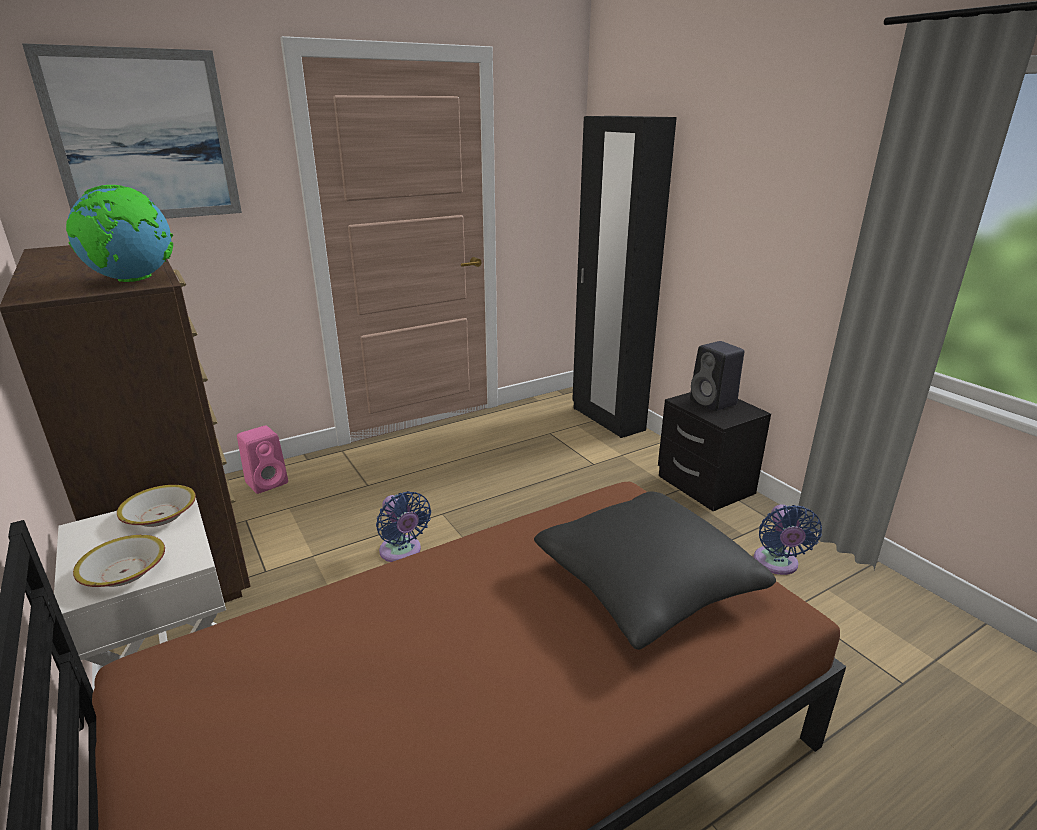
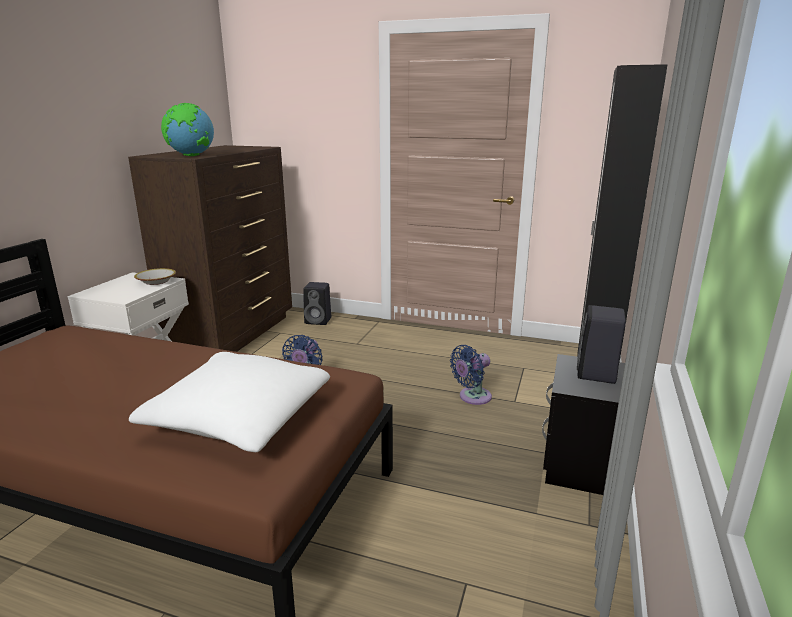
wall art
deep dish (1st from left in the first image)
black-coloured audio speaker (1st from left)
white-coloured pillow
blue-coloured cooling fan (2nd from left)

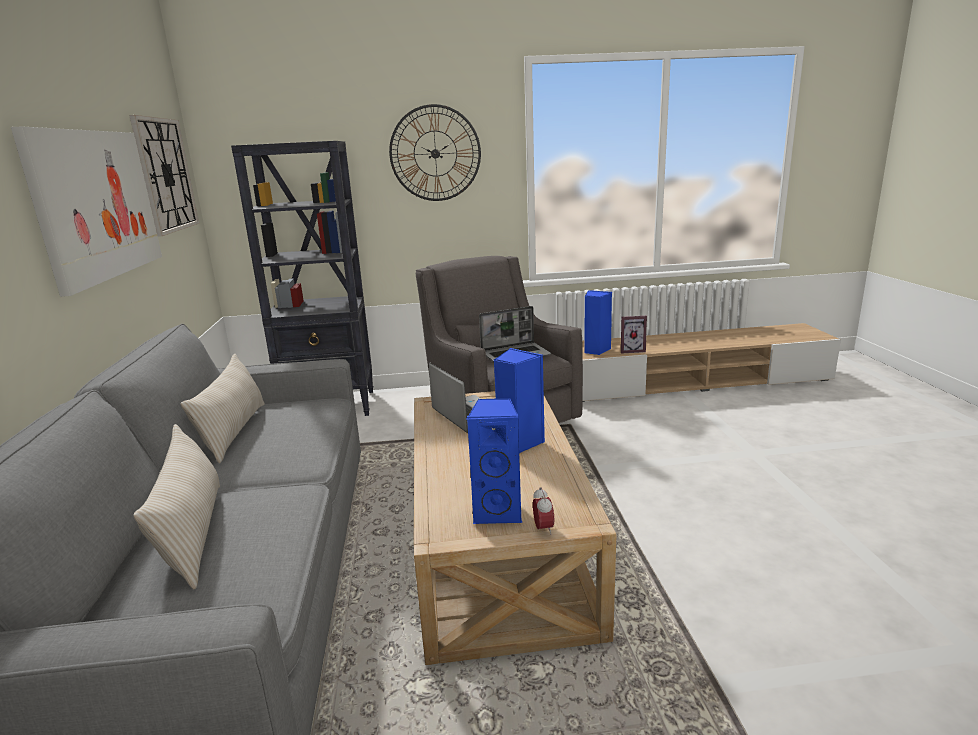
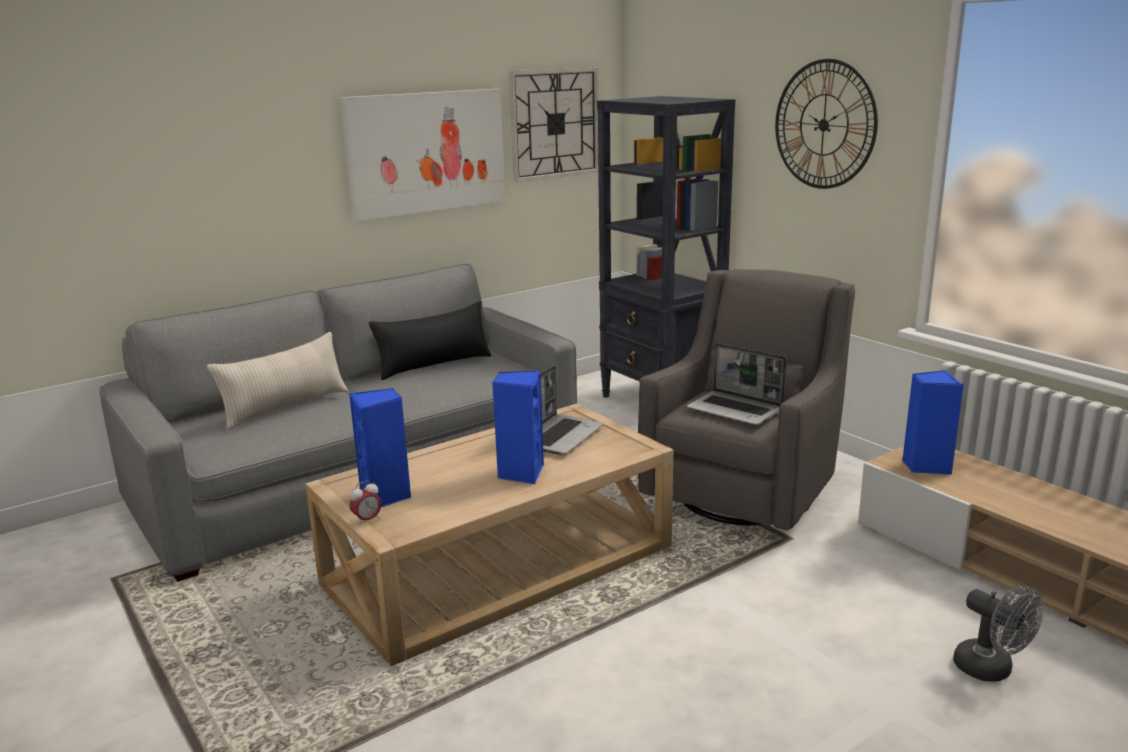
black-coloured pillow
picture frame
greyish cooling fan

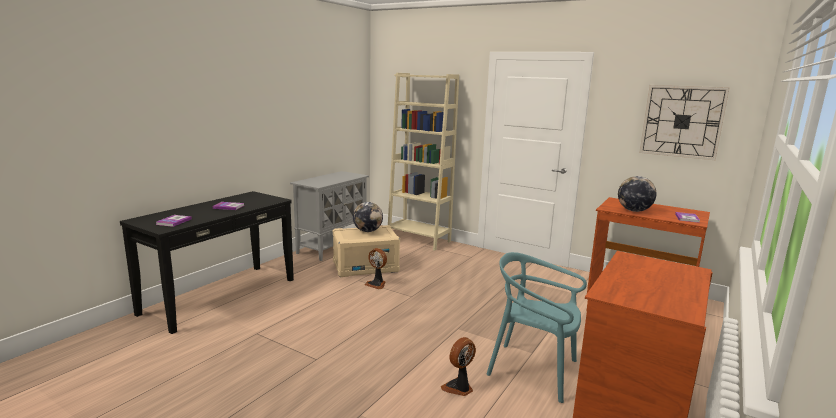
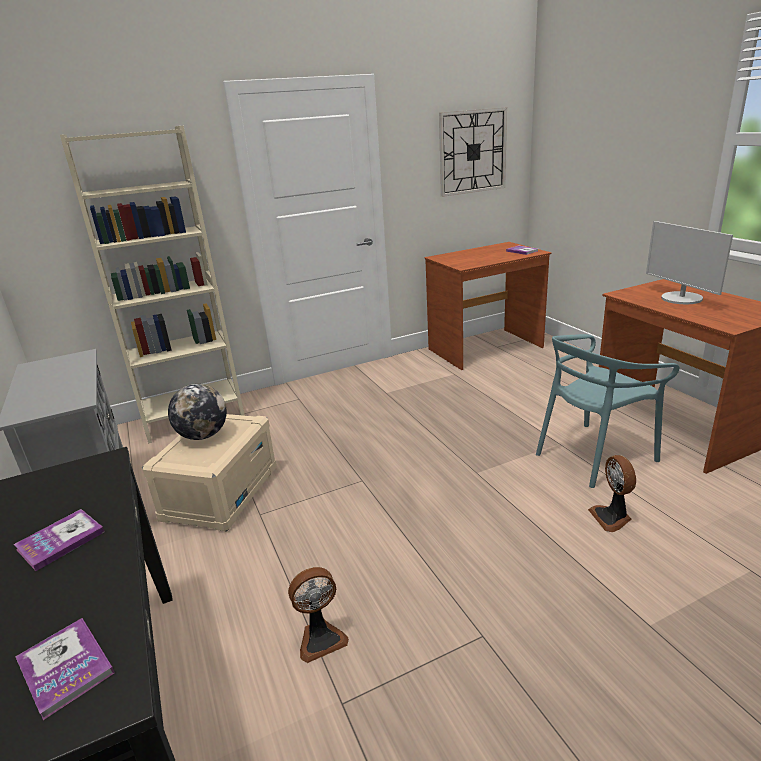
cooling fan (1st from left)
globe (2nd from left in the first image)
computer screen

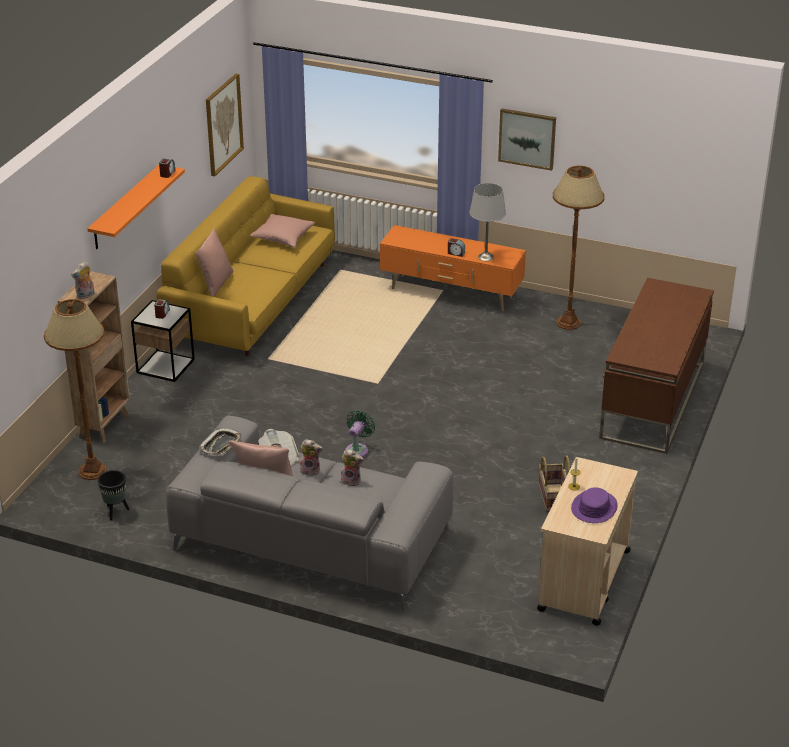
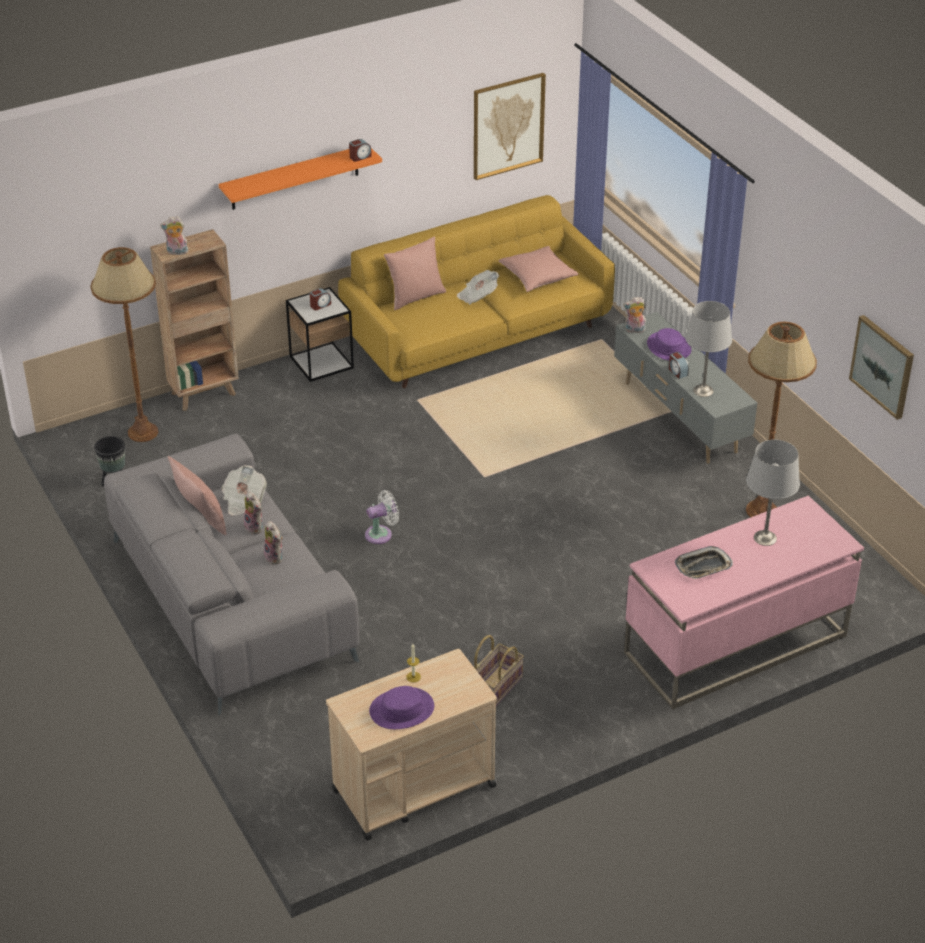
serving tray
white-coloured cooling fan
greyish media console
wall art (2nd from left)
pinkish desk unit
daily paper (2nd from left)
plush toy (4th from left)
purple clothing hat (2nd from left)
greyish table lamp (2nd from left)

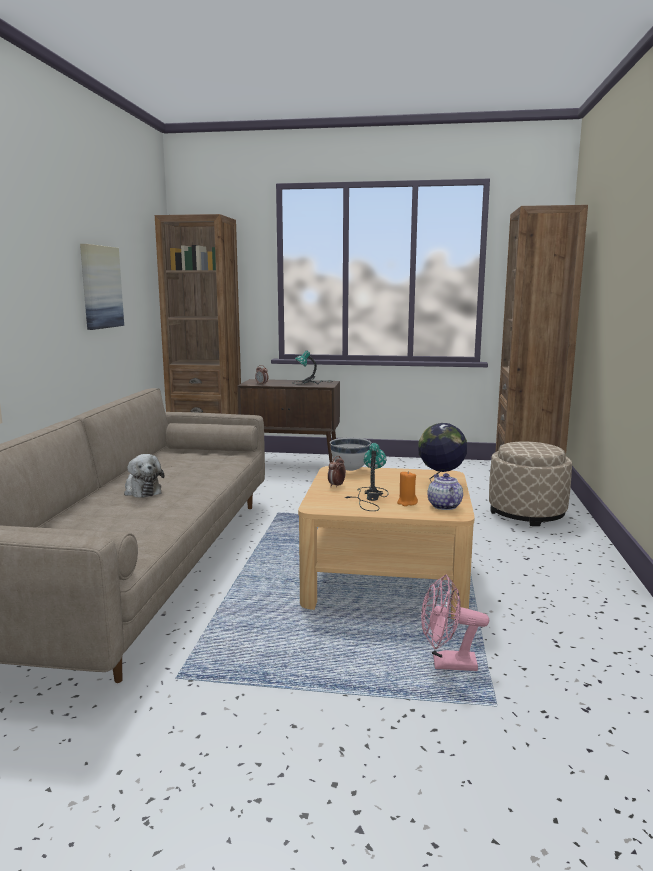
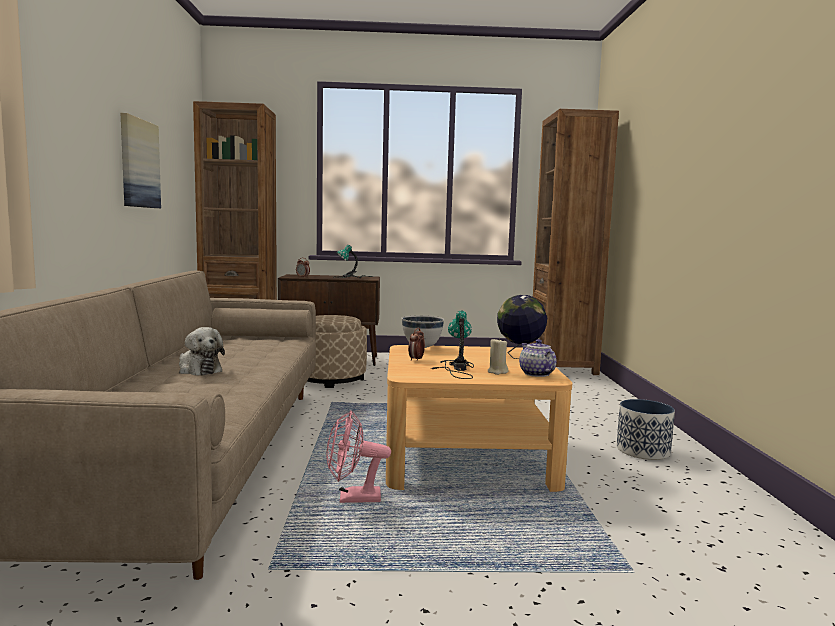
beige-coloured wax candle
pinkish cooling fan
beige-coloured footrest
flower pot

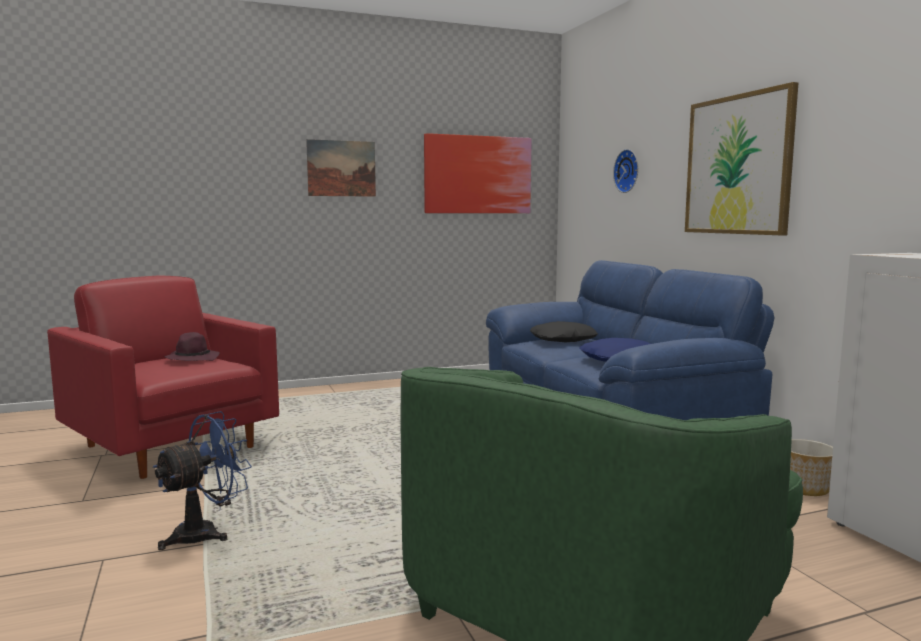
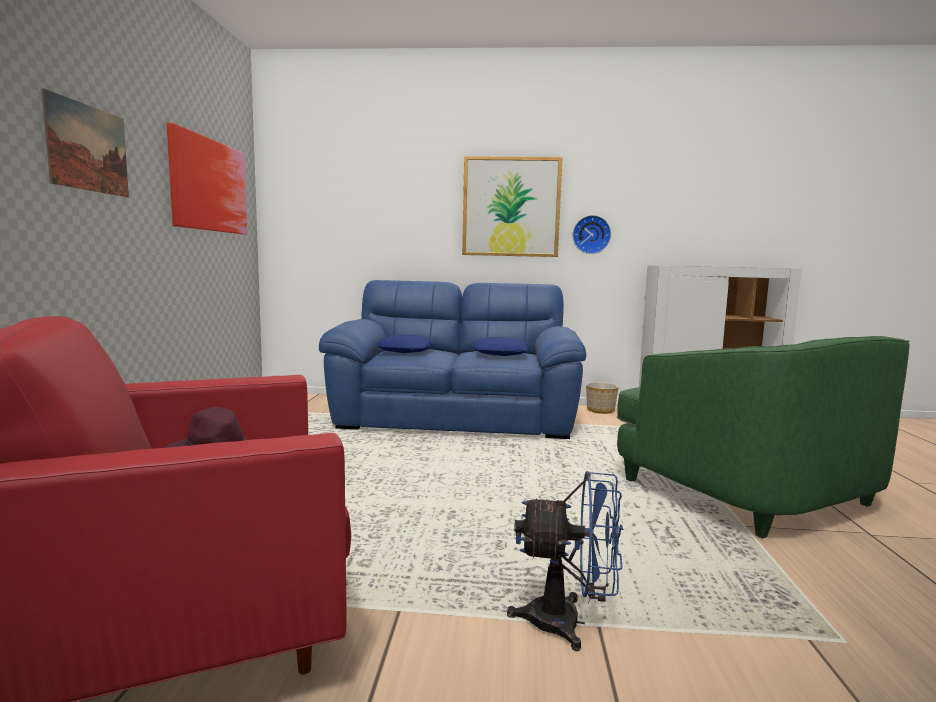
blue-coloured cooling fan
blue-coloured pillow (1st from left)
hanging clock

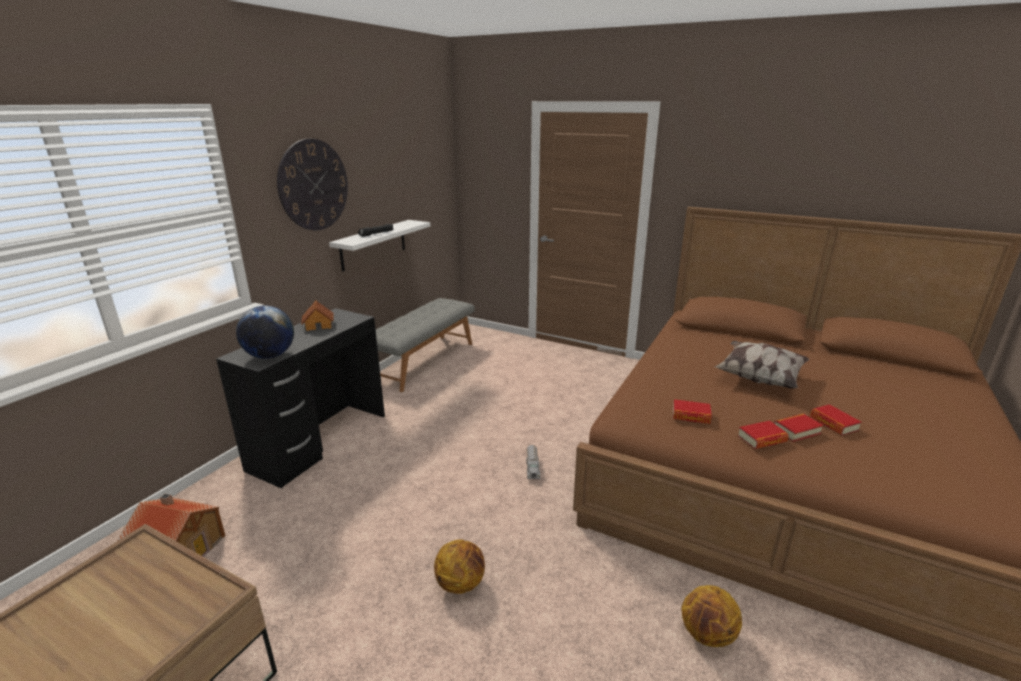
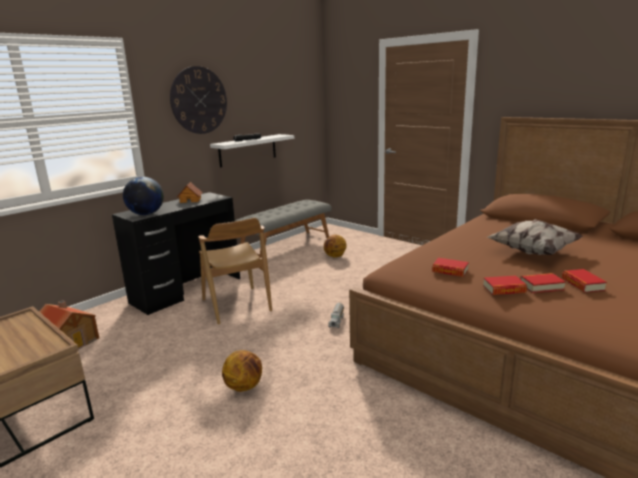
basketball (2nd from left)
brown-coloured plain chair

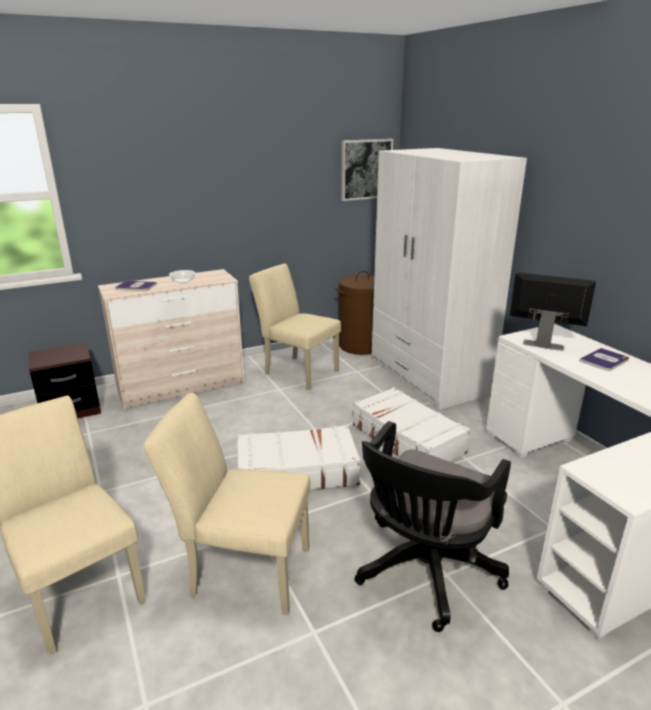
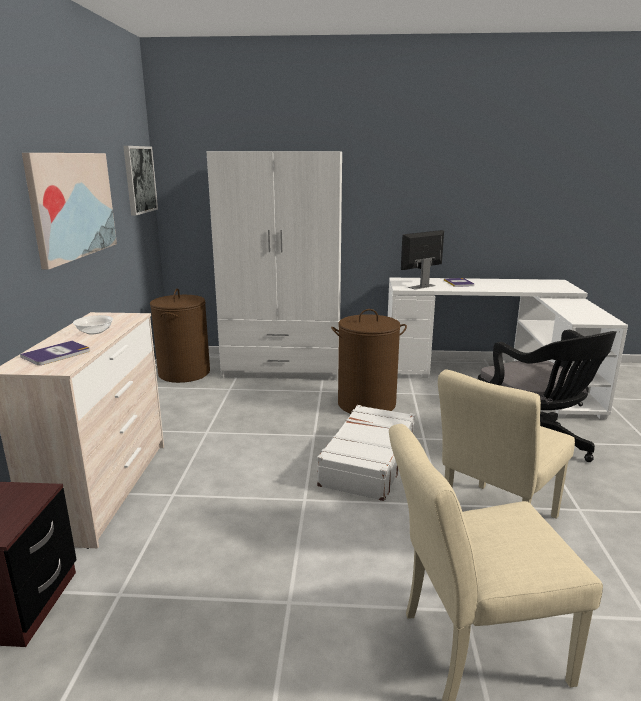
beige-coloured plain chair (3rd from left in the first image)
brown-coloured laundry basket (2nd from left)
wall art (1st from left)

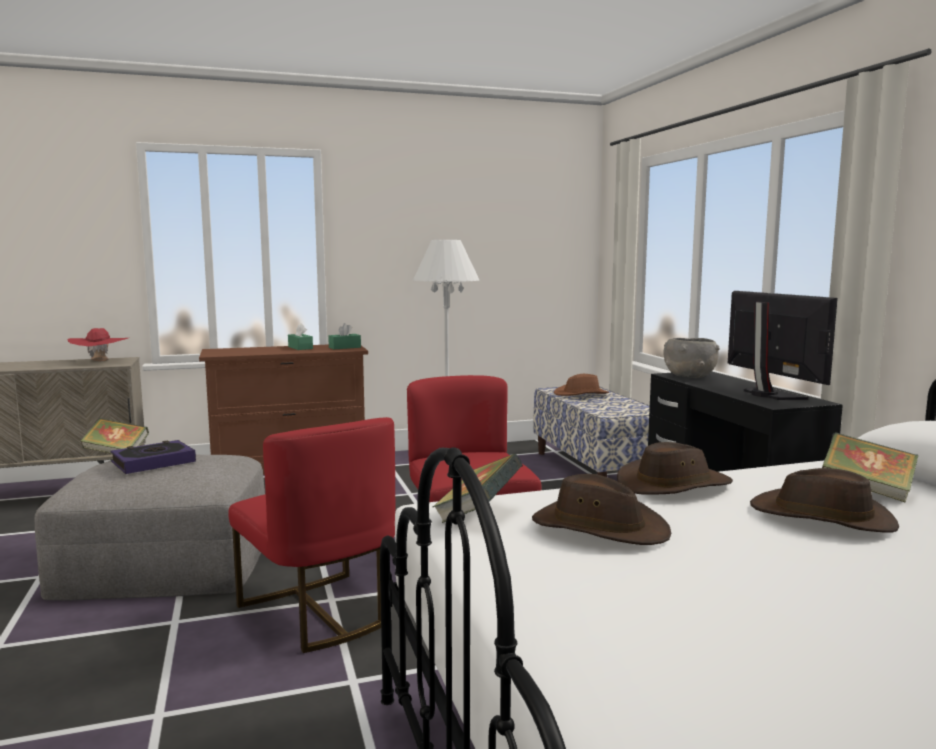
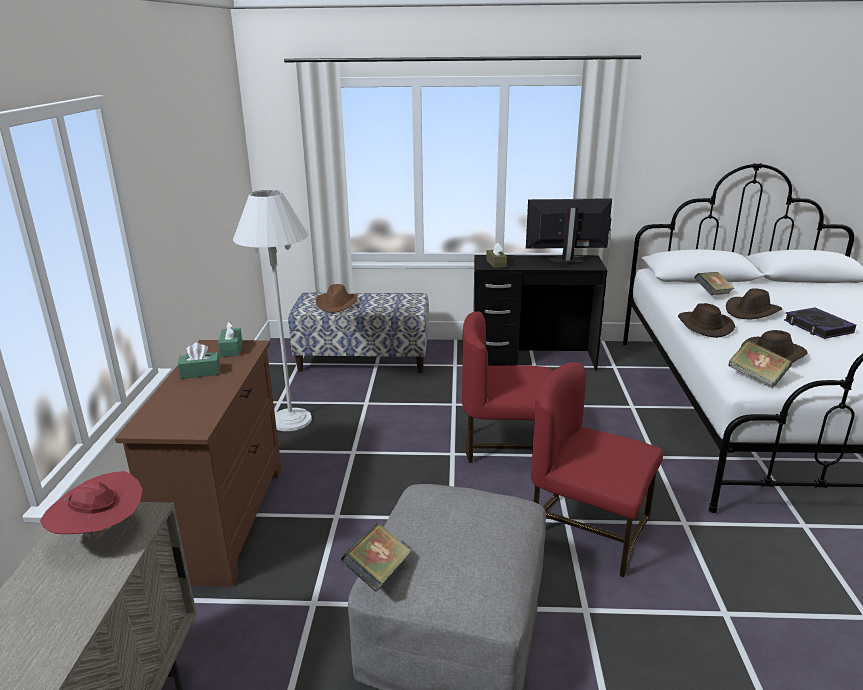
bound book (4th from left)
red-coloured plain chair (2nd from left)
brown-coloured box of tissues

